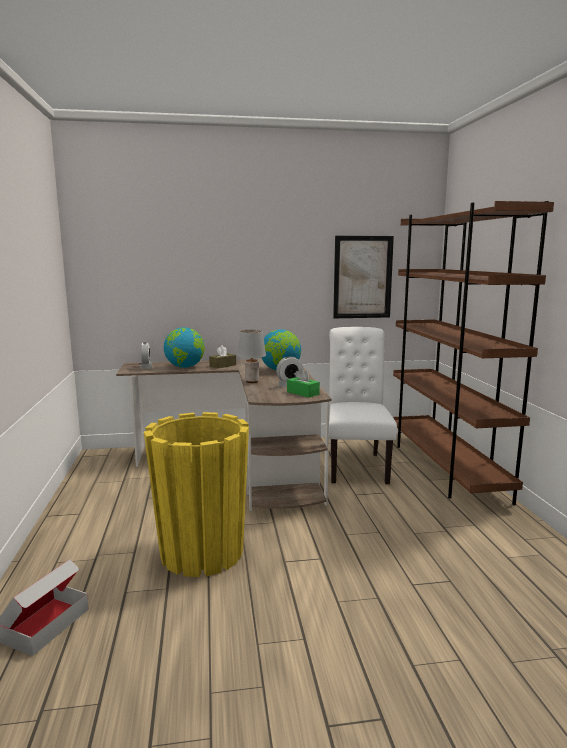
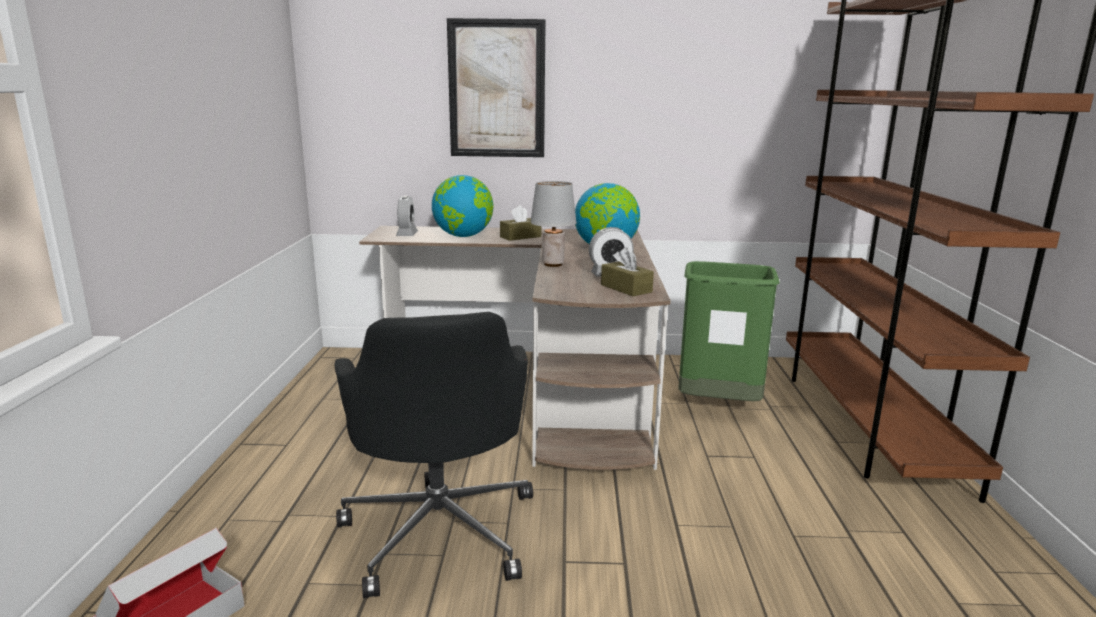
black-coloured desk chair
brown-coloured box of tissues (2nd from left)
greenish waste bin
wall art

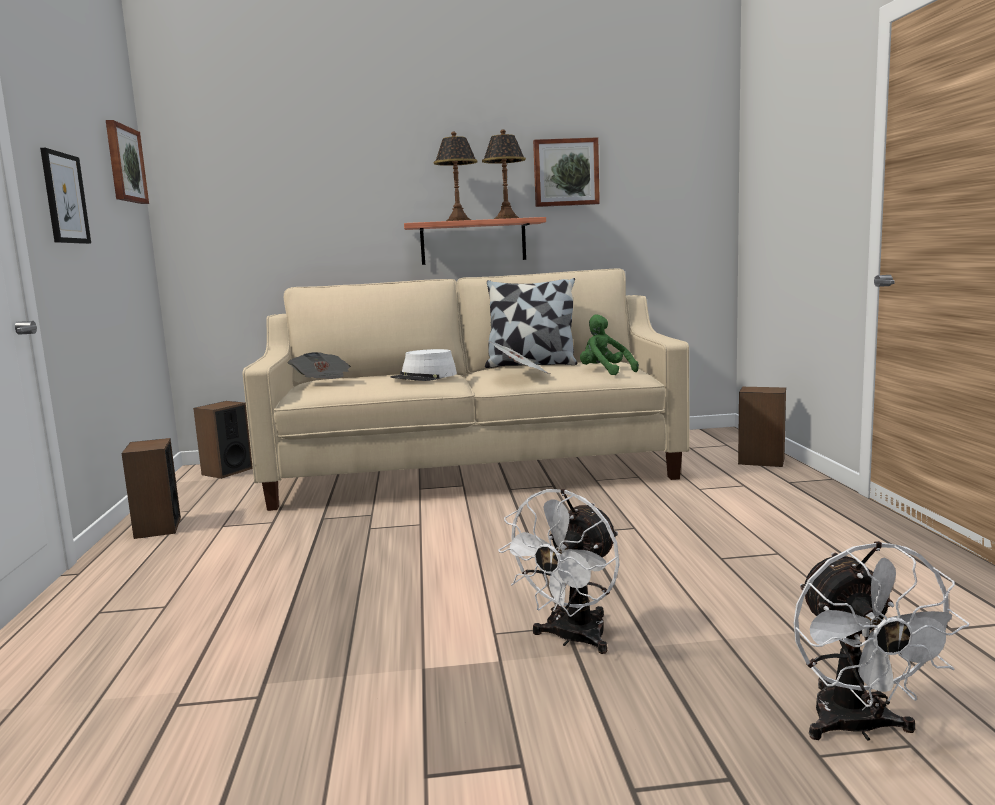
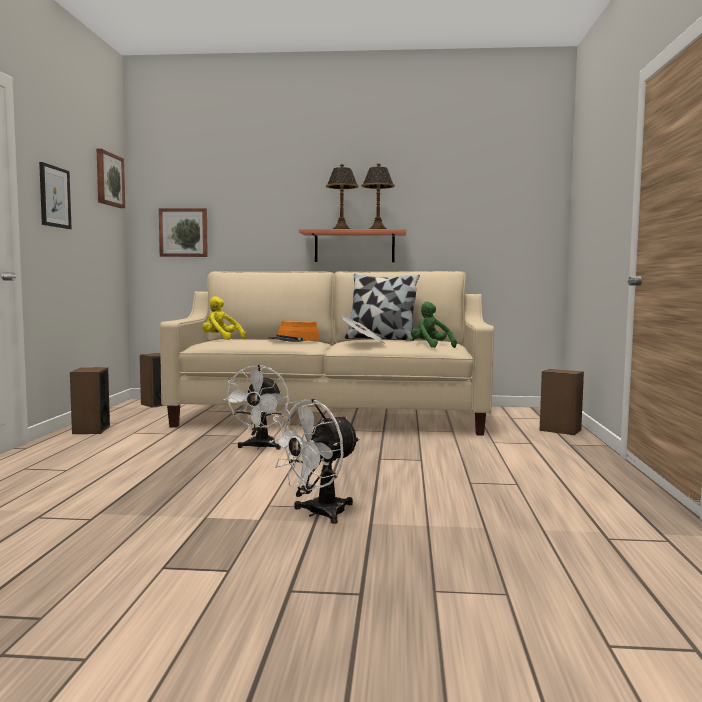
yellow-coloured plush toy
orange-coloured clothing hat
wall art (3rd from left)
white-coloured cooling fan (1st from left)

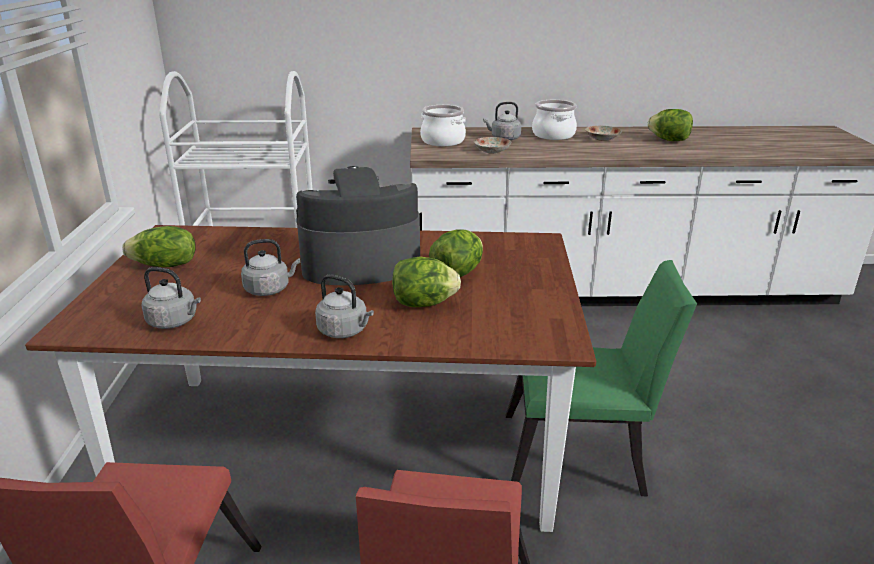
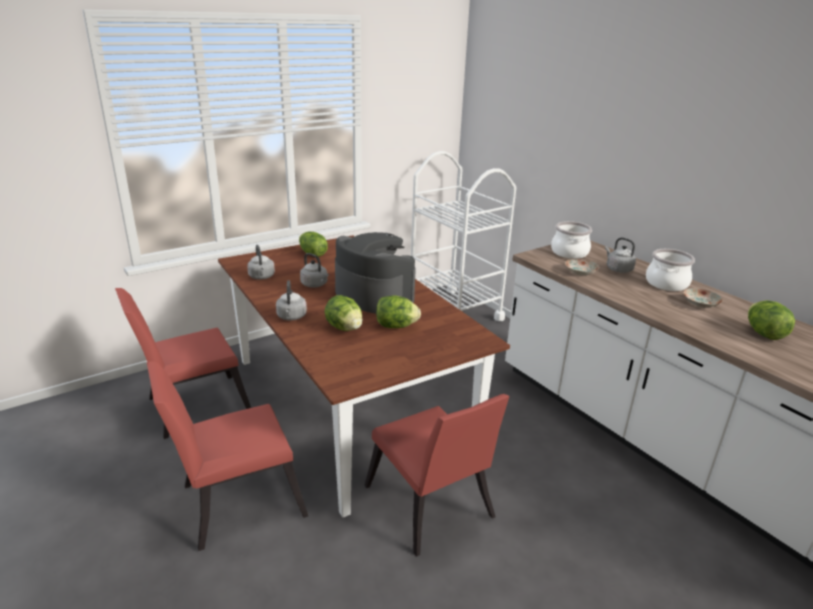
red-coloured plain chair (3rd from left)

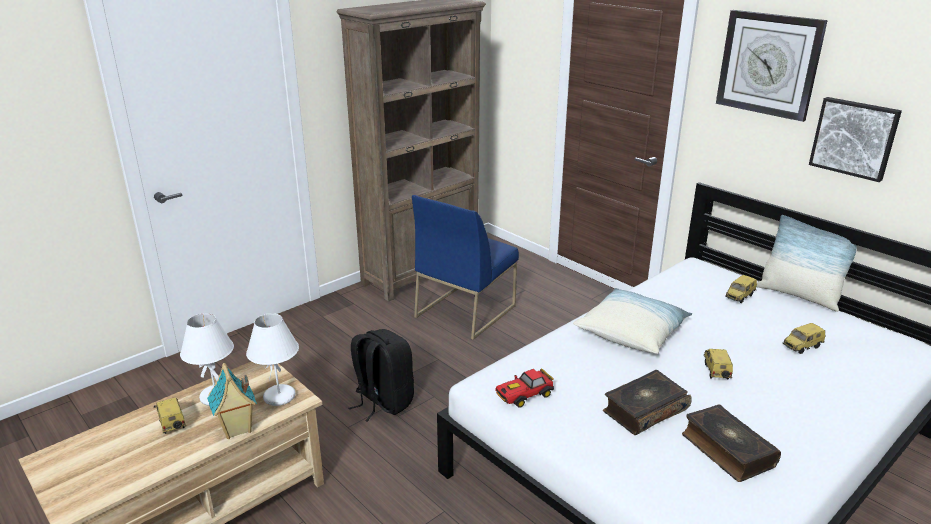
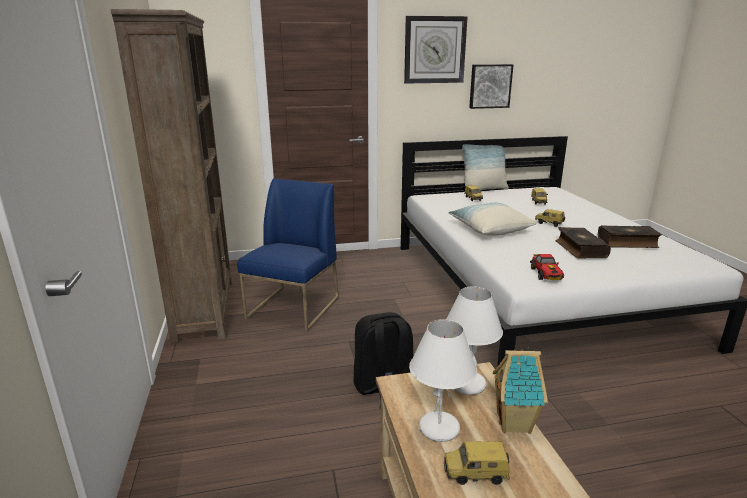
blue-coloured plain chair

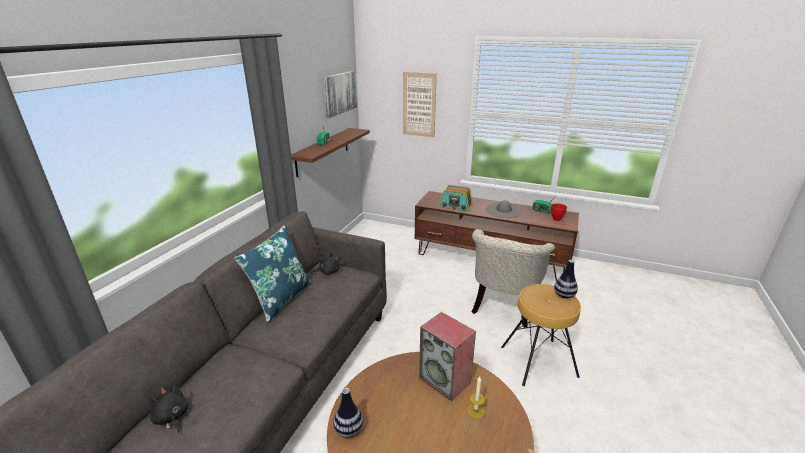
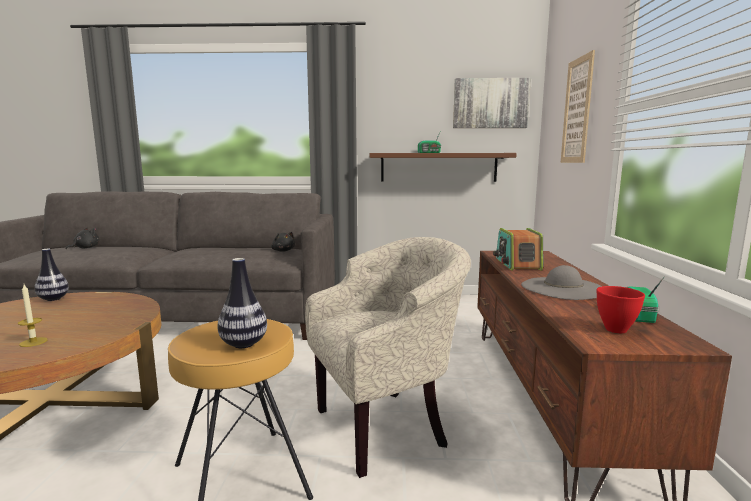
blue-coloured pillow
audio speaker
beige-coloured lounge chair

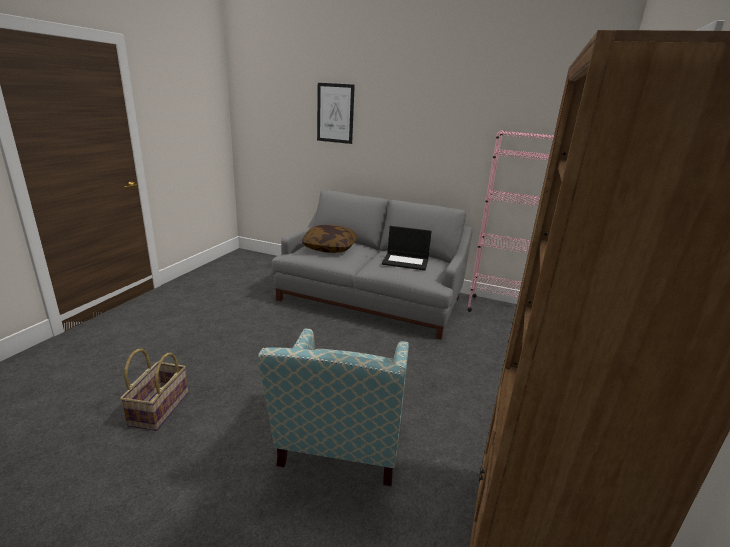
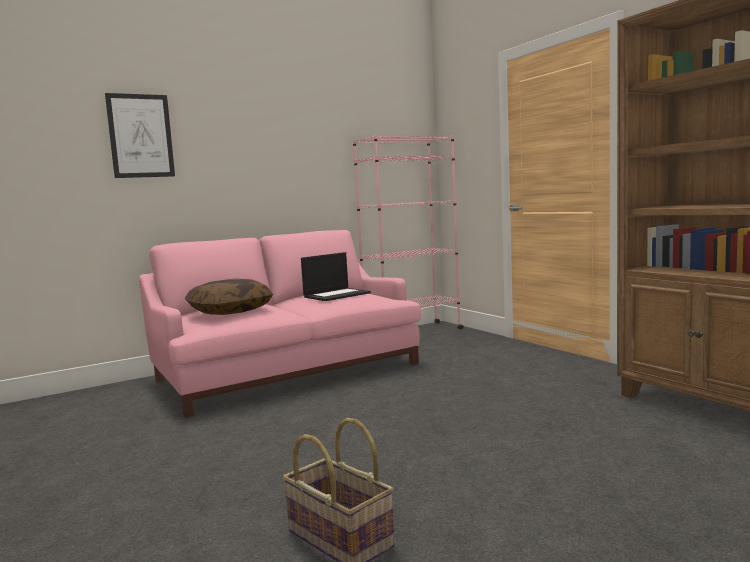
lounge chair
pinkish settee

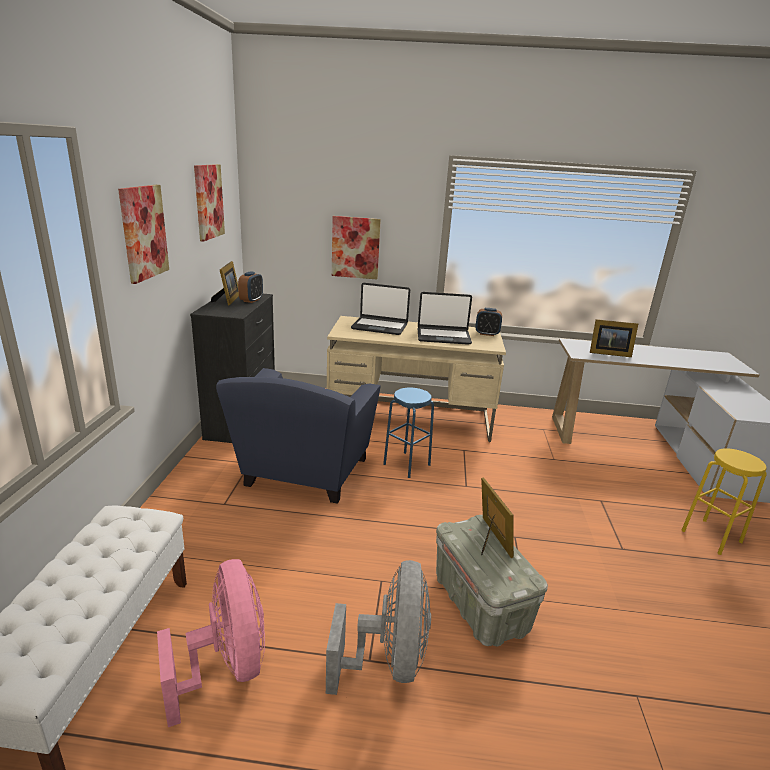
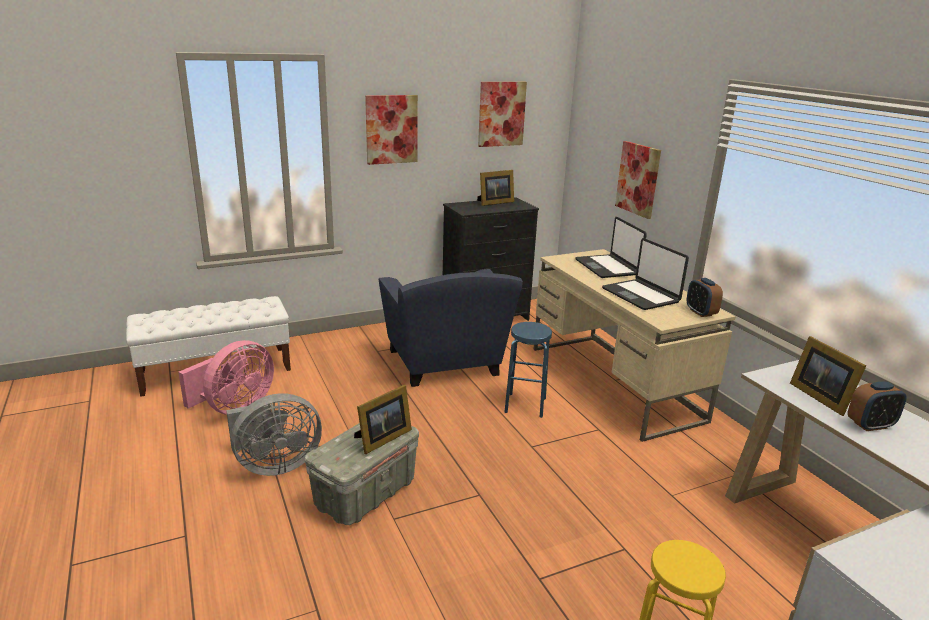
blue-coloured lounge chair
alarm clock (2nd from left)

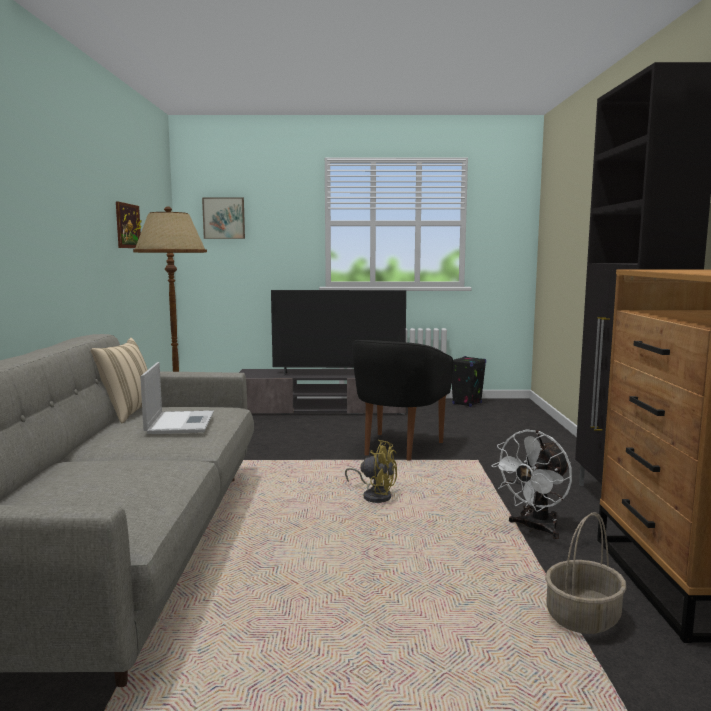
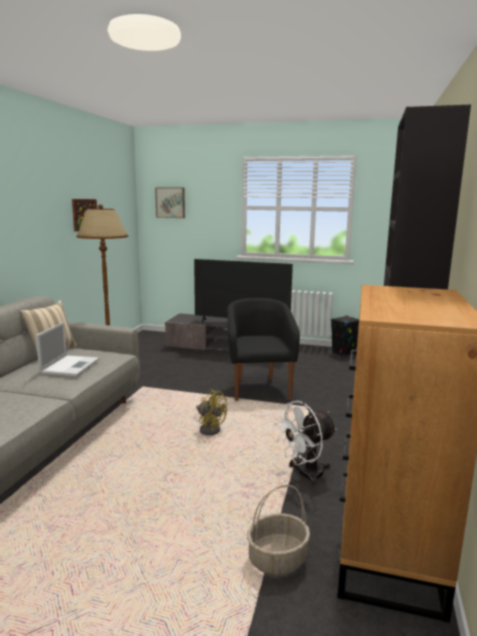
black-coloured lounge chair

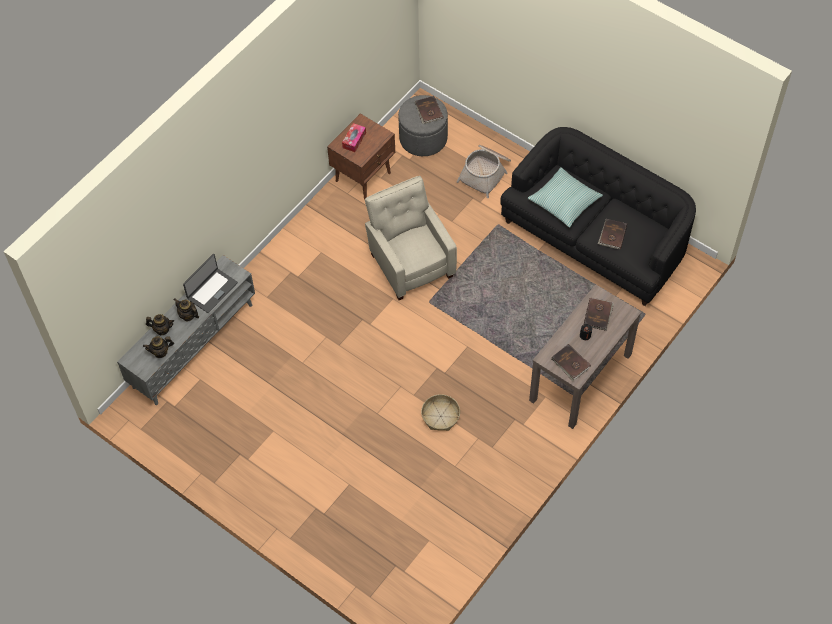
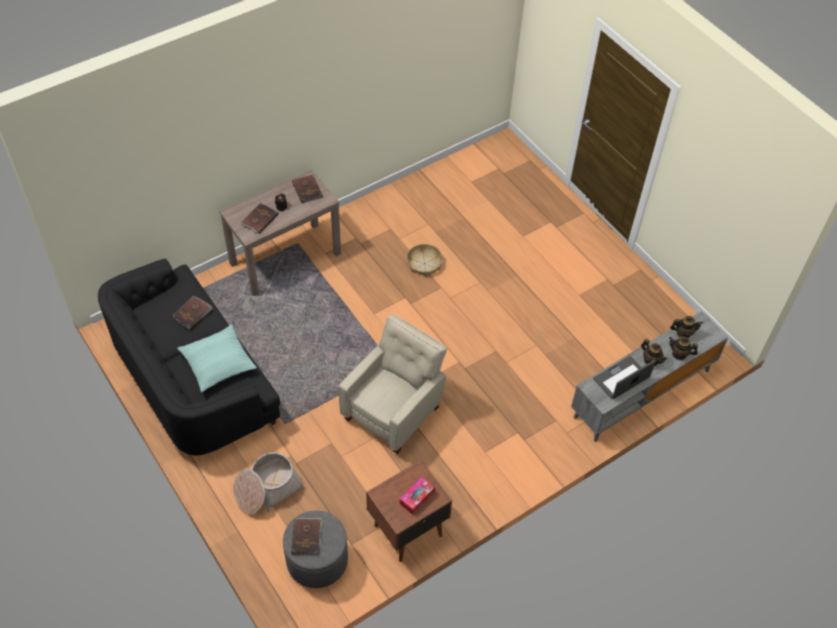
beige-coloured lounge chair

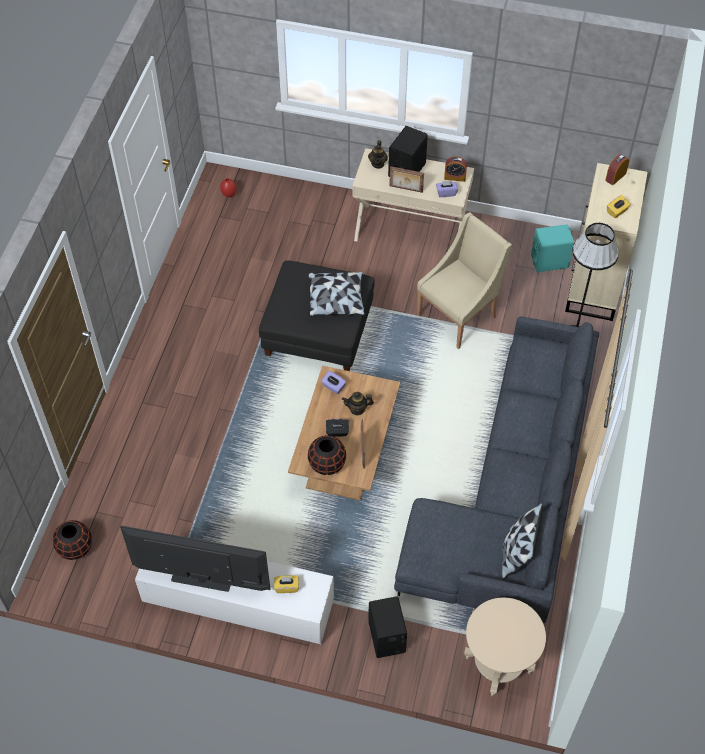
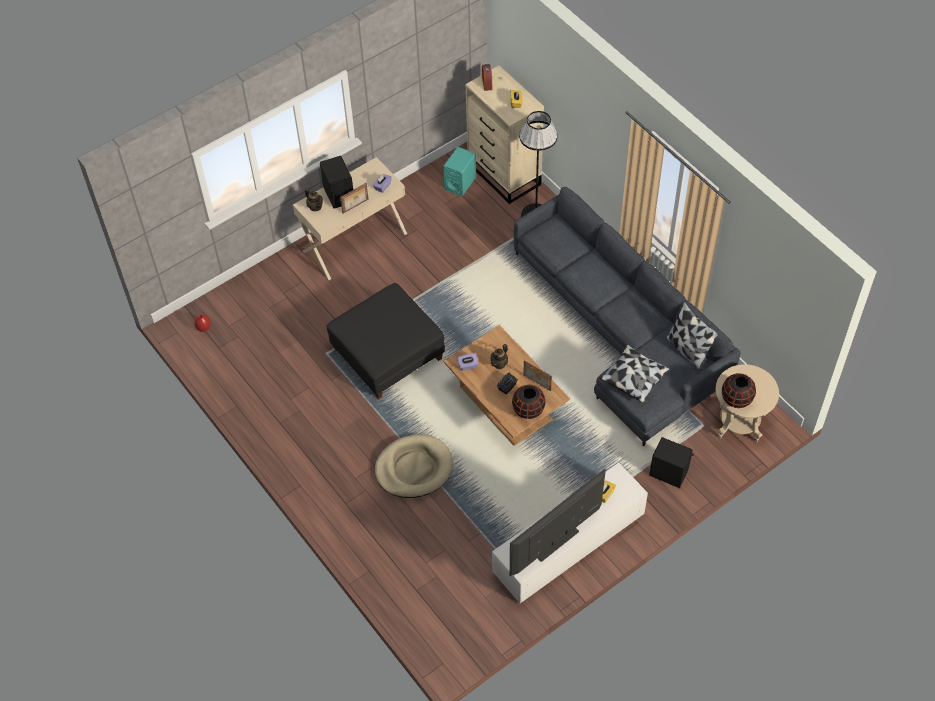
black-coloured flower vase (2nd from left)
pillow (1st from left)
beige-coloured lounge chair
alarm clock (1st from left in the first image)
beige-coloured dog bed

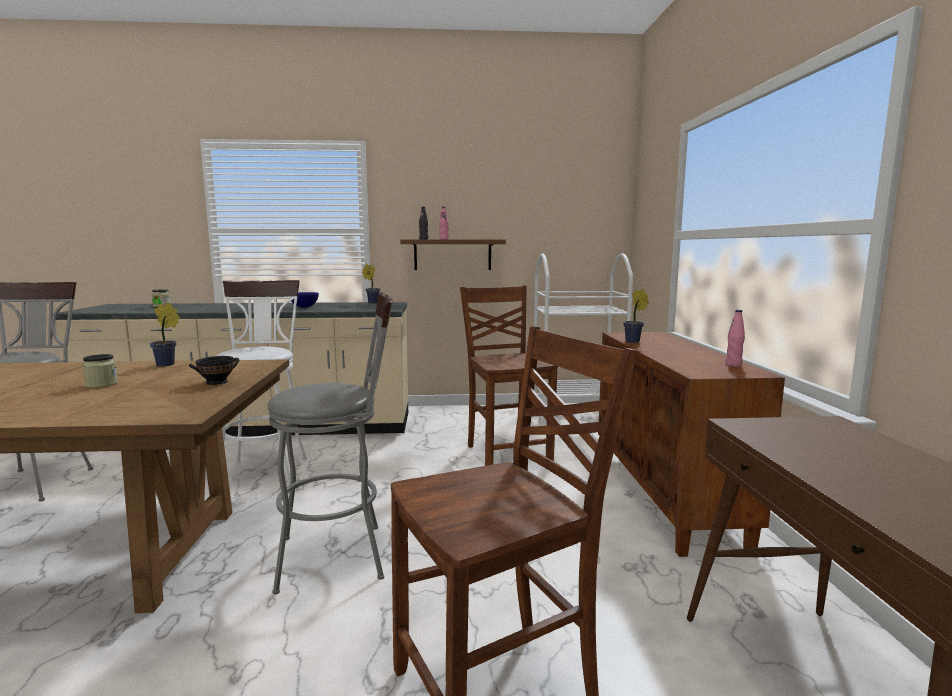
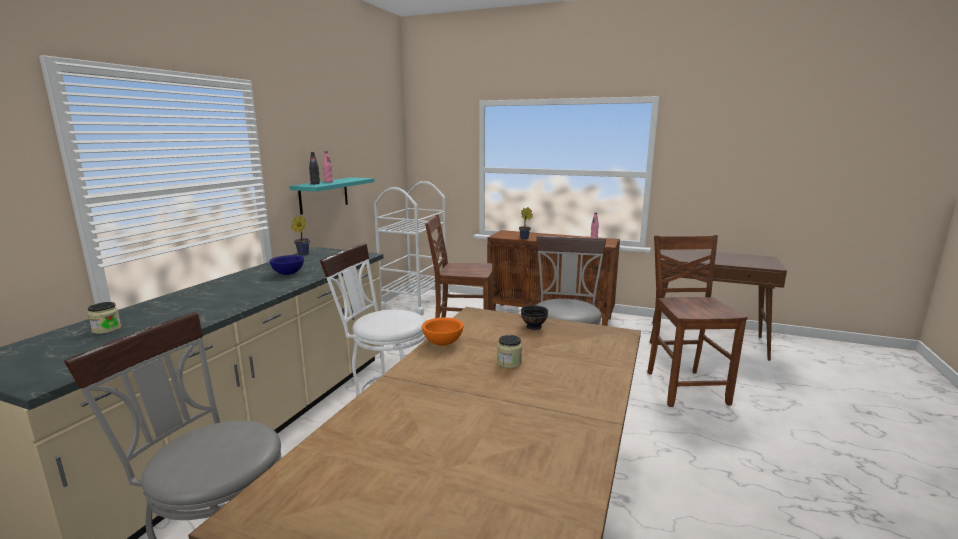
orange-coloured deep dish
turquoise shelf

